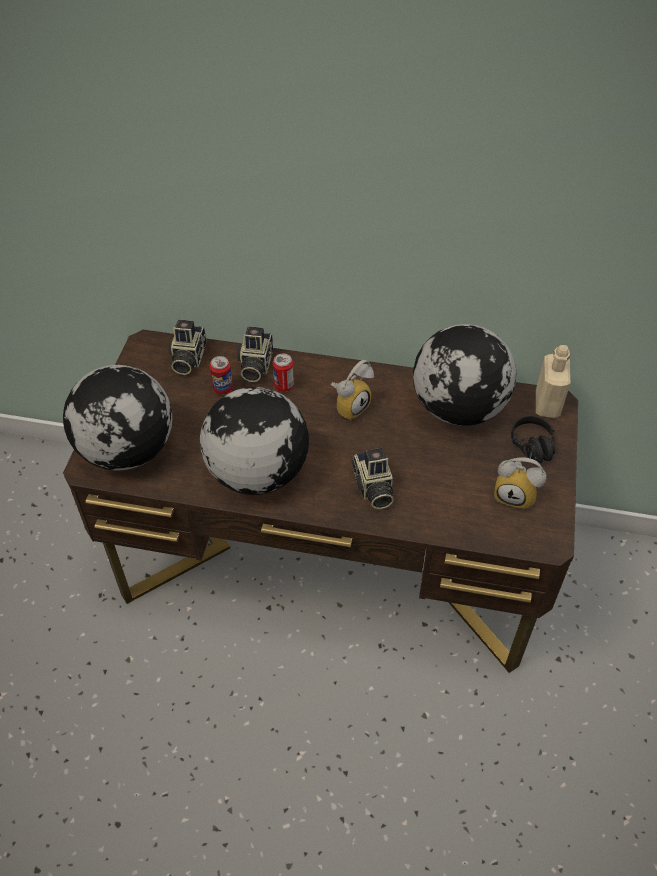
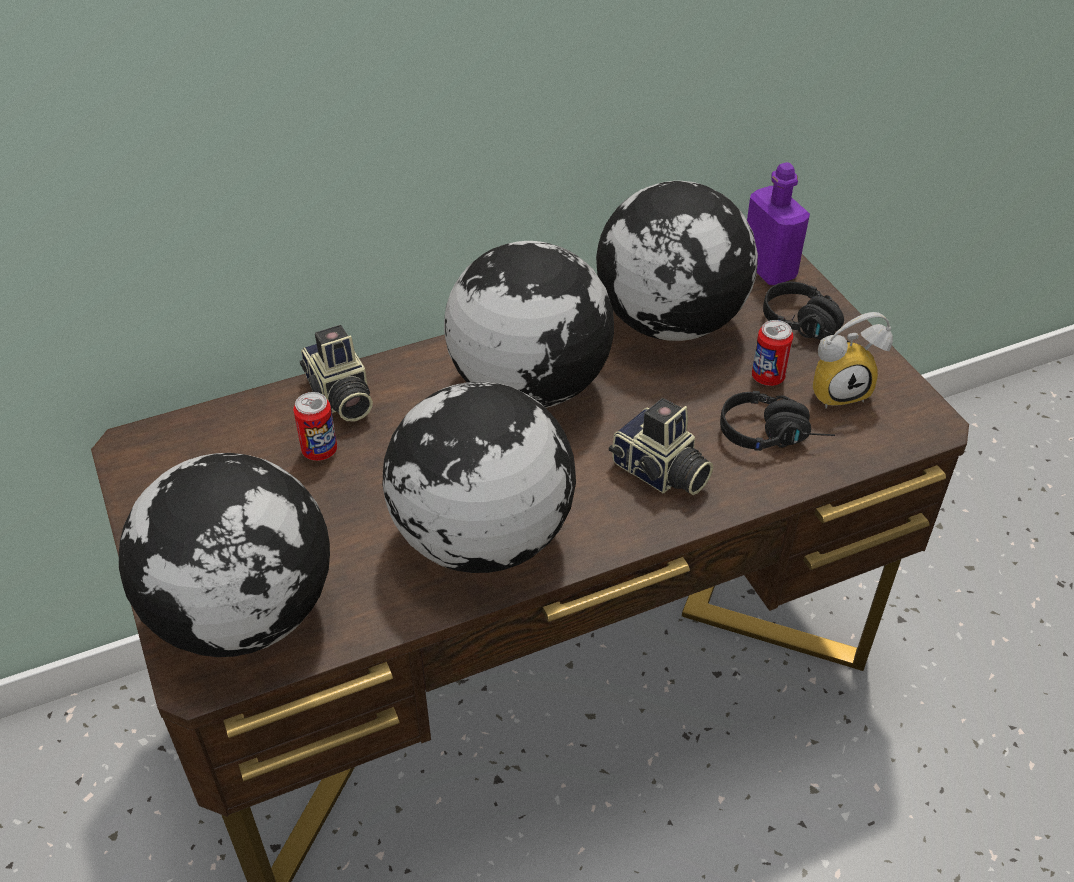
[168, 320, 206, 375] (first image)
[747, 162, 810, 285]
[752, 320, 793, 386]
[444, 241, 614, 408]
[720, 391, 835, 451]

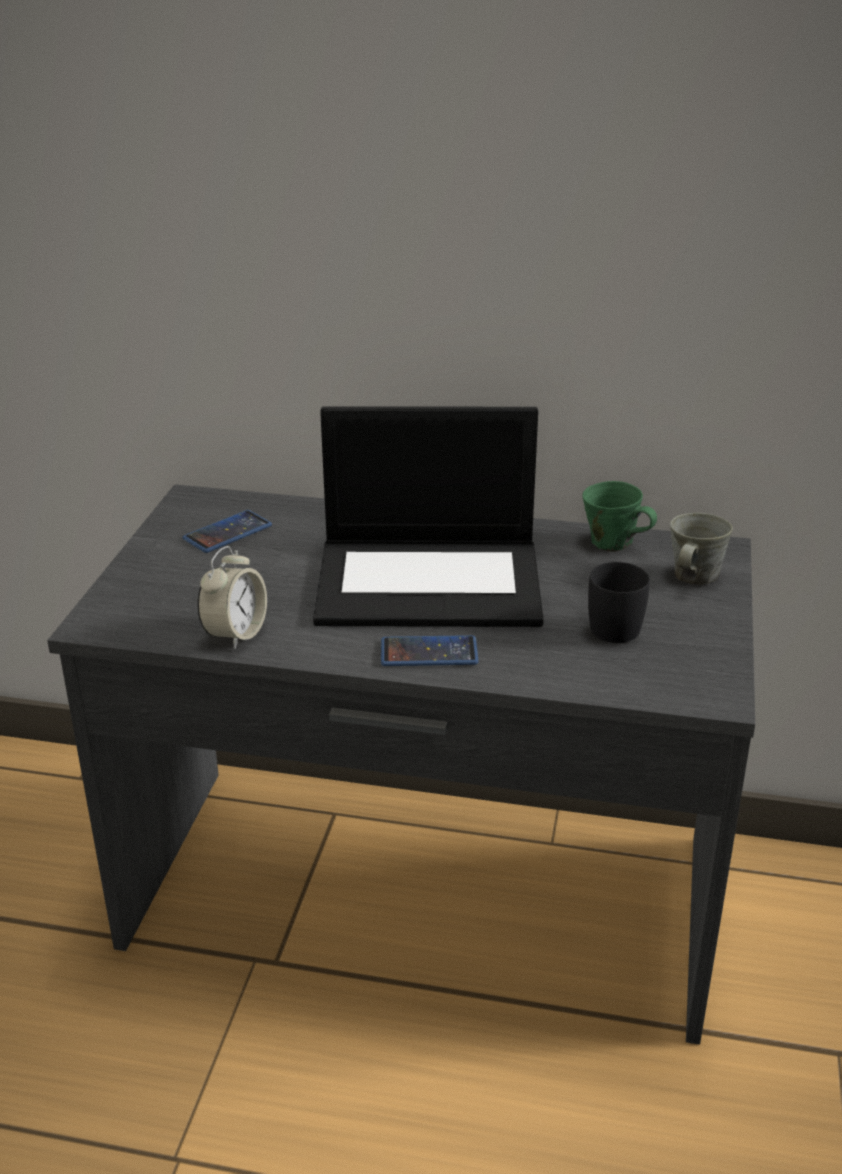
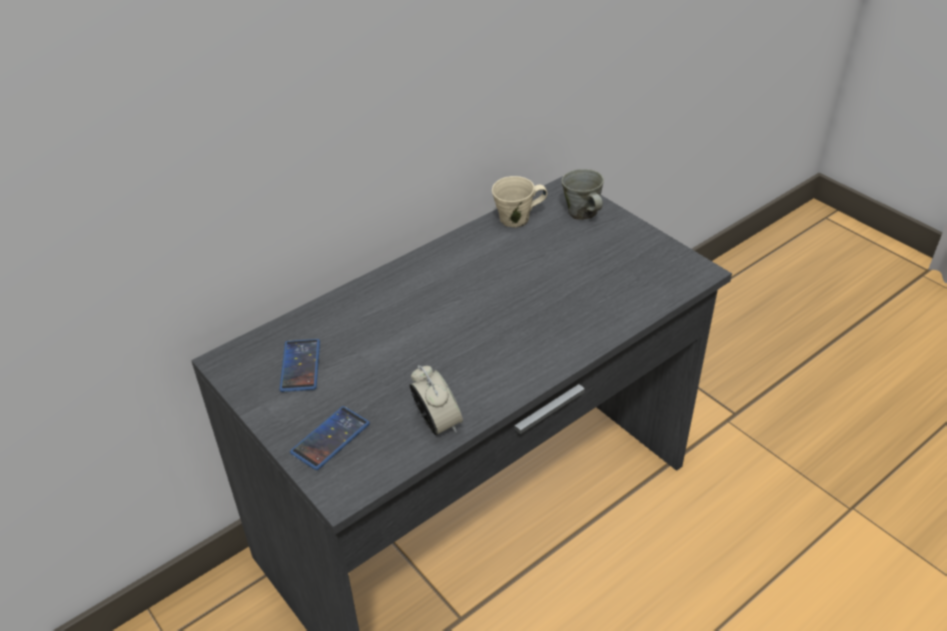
[313, 406, 544, 627] (first image)
[492, 176, 547, 228]
[588, 562, 650, 643] (first image)
[290, 406, 370, 470]

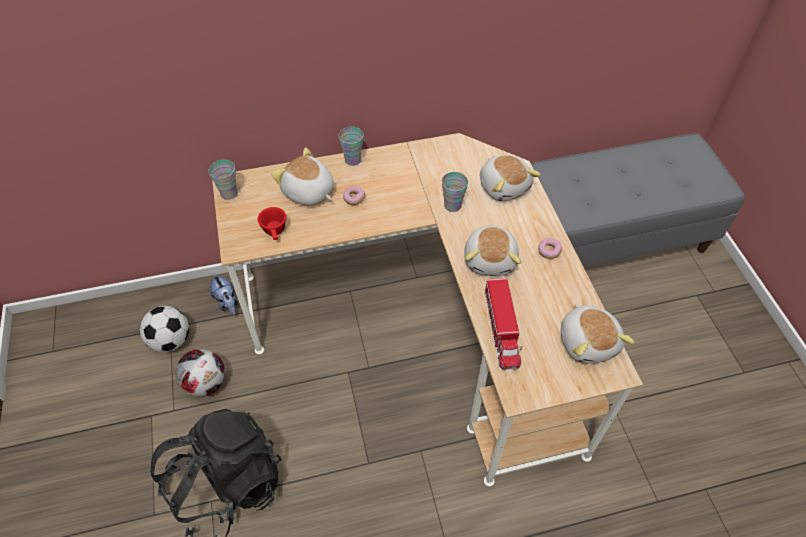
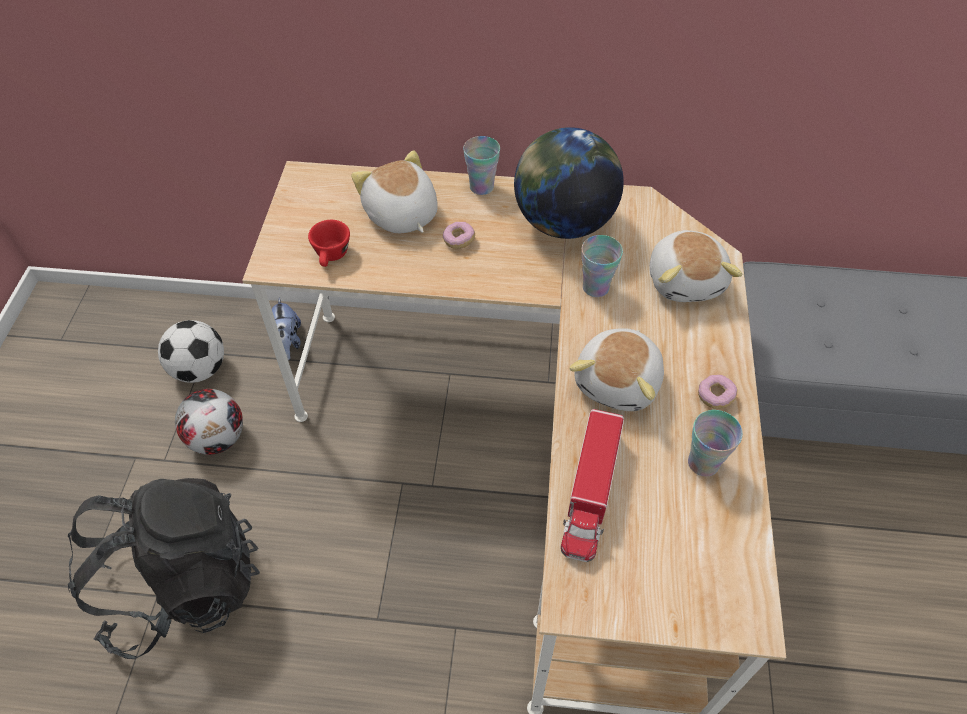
[688, 410, 743, 477]
[561, 304, 635, 364] (first image)
[514, 127, 624, 239]

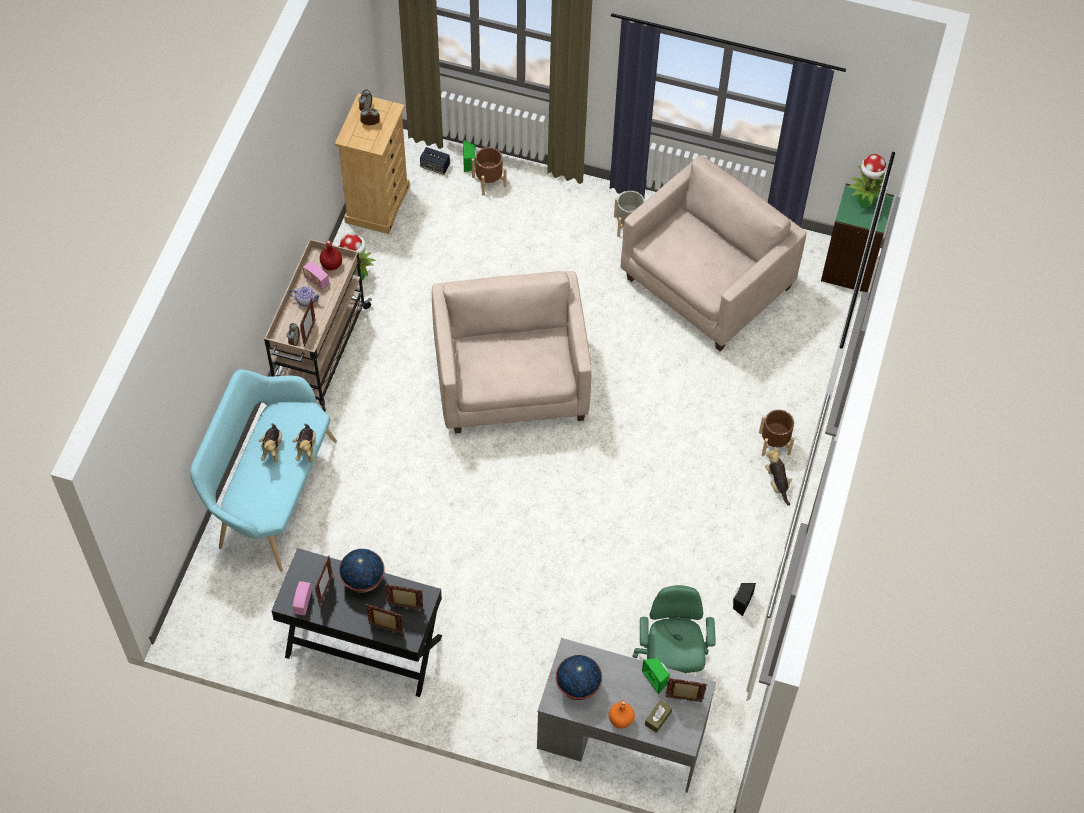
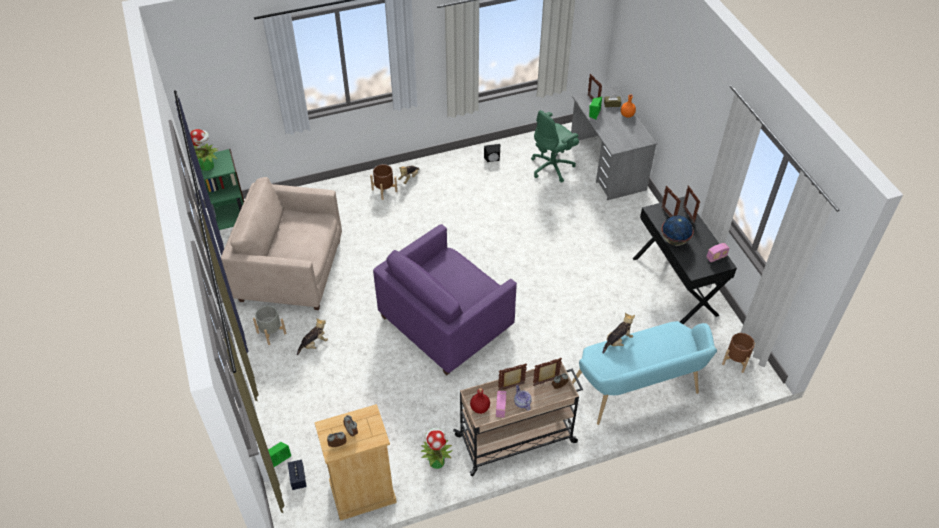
[722, 333, 755, 373]
[373, 224, 517, 375]
[297, 318, 328, 355]
[498, 363, 527, 391]
[556, 655, 602, 700] (first image)

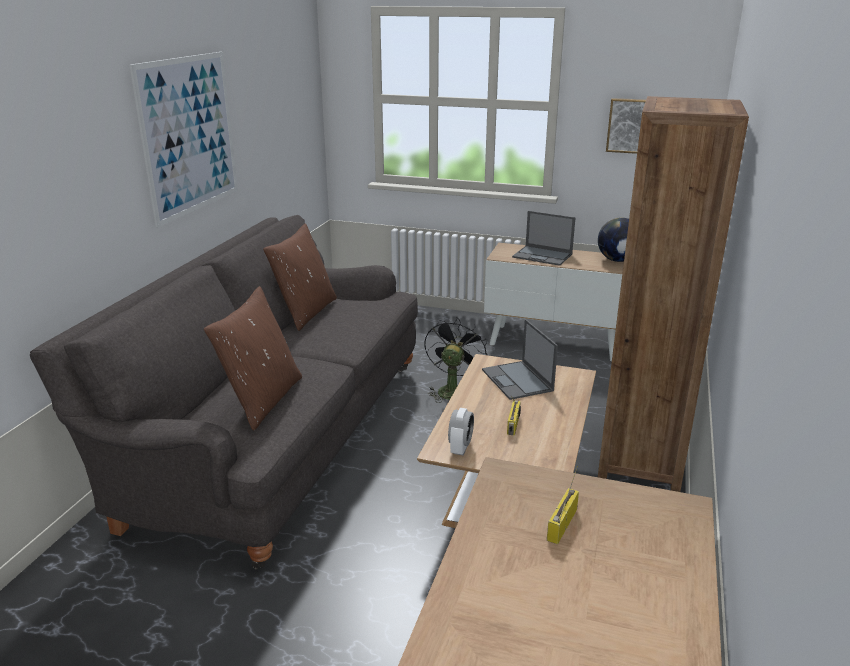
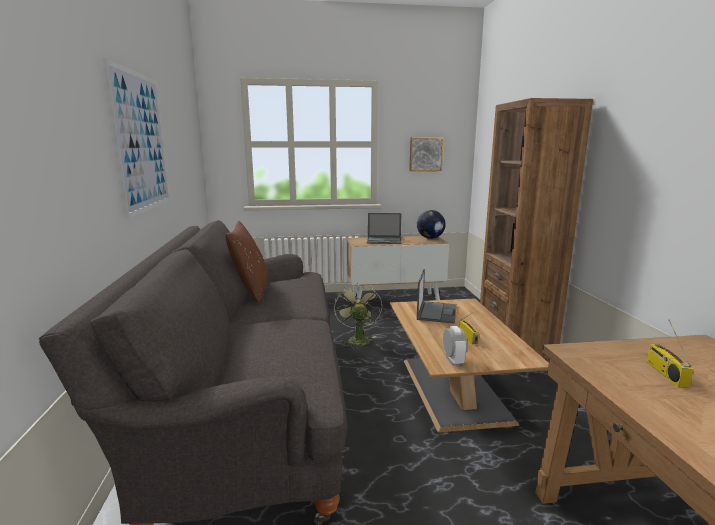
[204, 286, 302, 431] (first image)
[334, 283, 382, 349]
[417, 269, 457, 324]

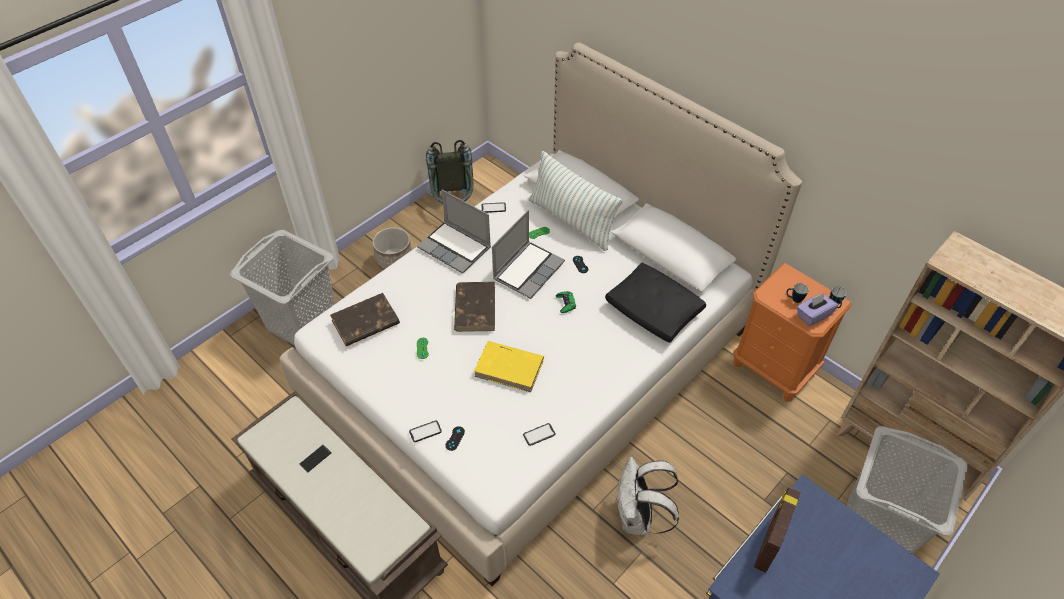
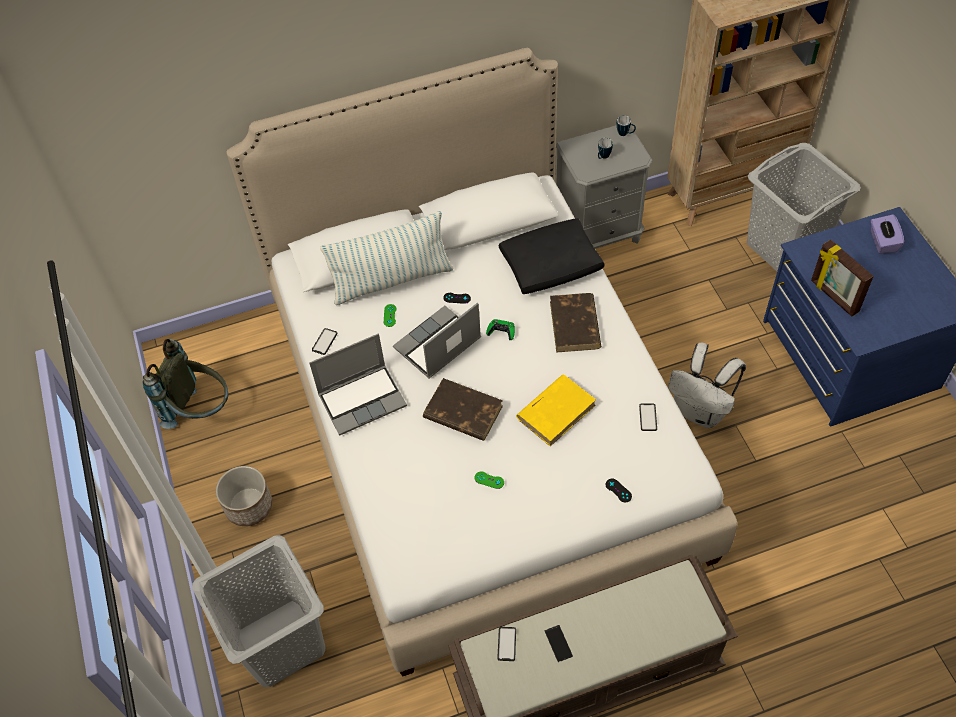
[393, 303, 481, 378]
[556, 125, 653, 249]
[550, 293, 601, 352]
[871, 214, 904, 254]
[497, 627, 516, 661]

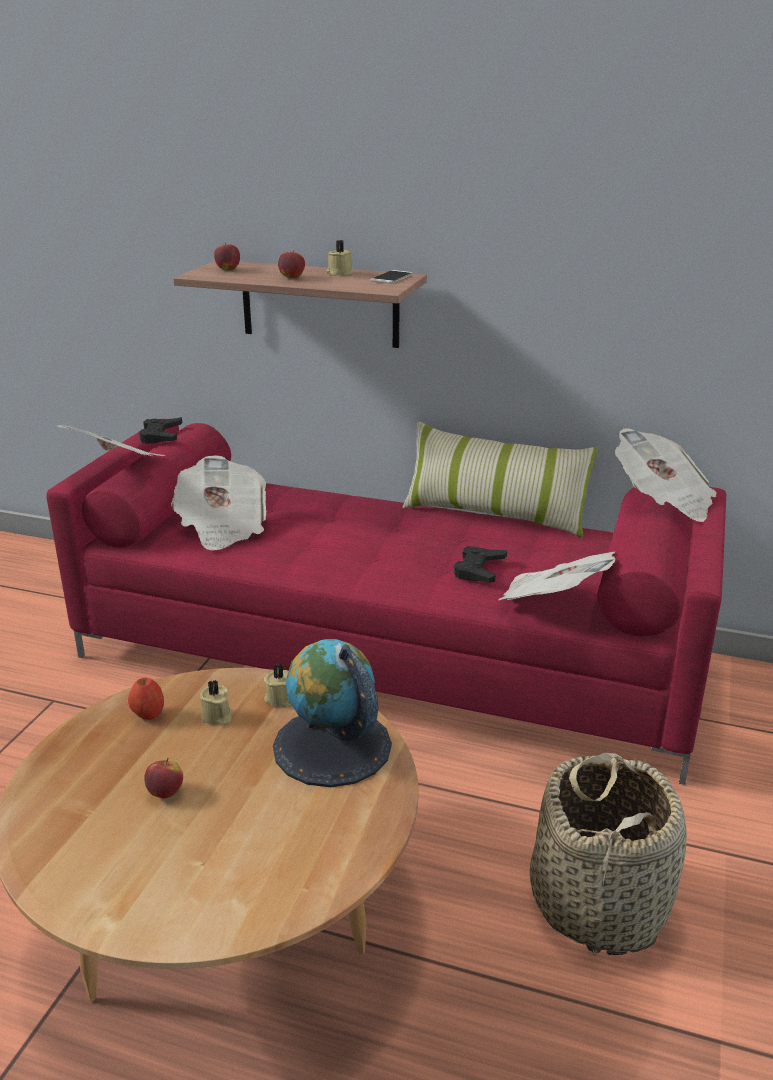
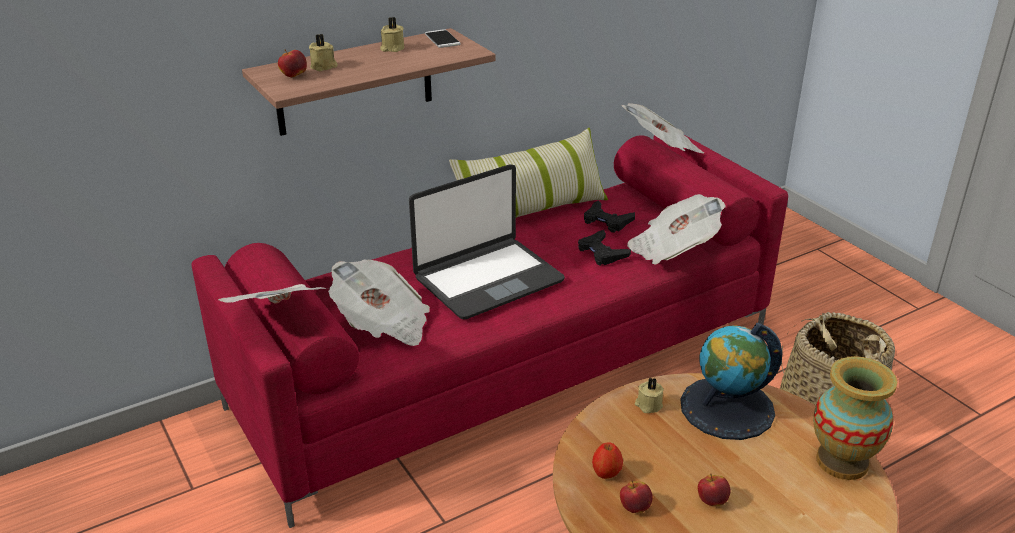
[620, 481, 653, 513]
[584, 201, 635, 233]
[309, 34, 338, 71]
[409, 165, 565, 319]
[813, 356, 897, 480]

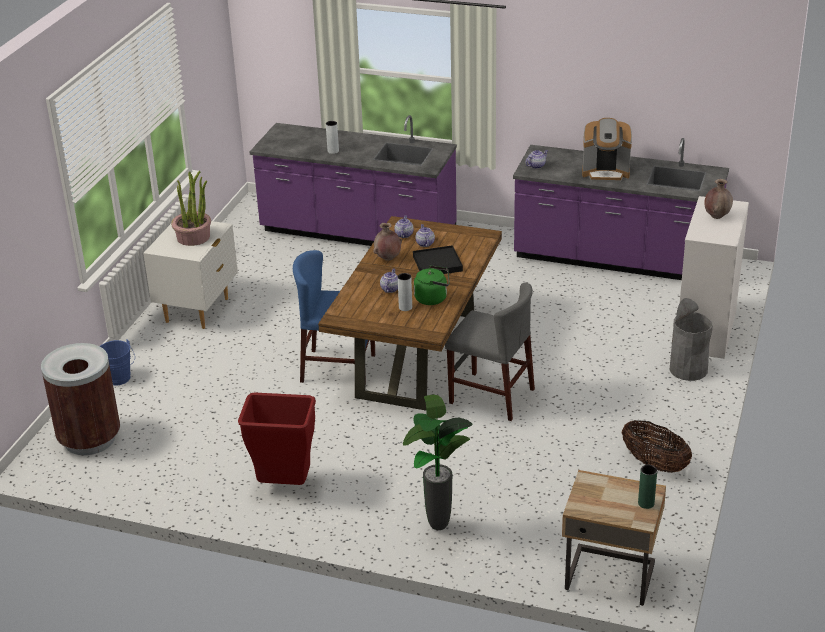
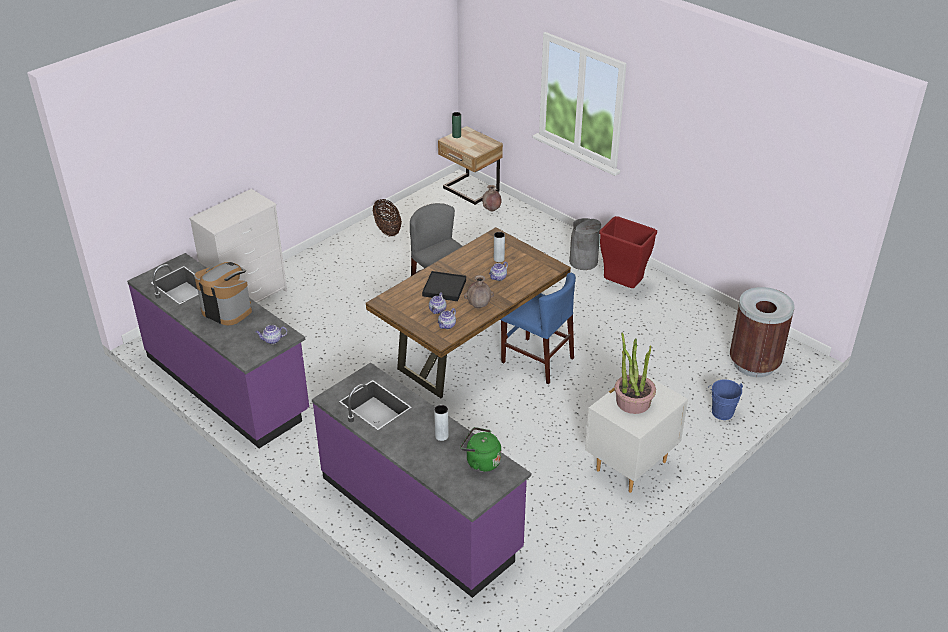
[482, 185, 501, 211]
[460, 427, 501, 472]
[569, 218, 601, 270]
[403, 395, 472, 530] (first image)

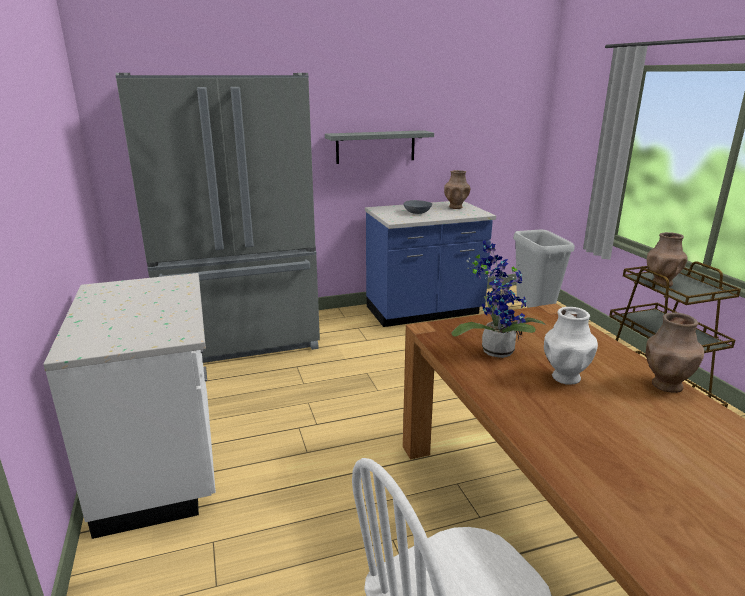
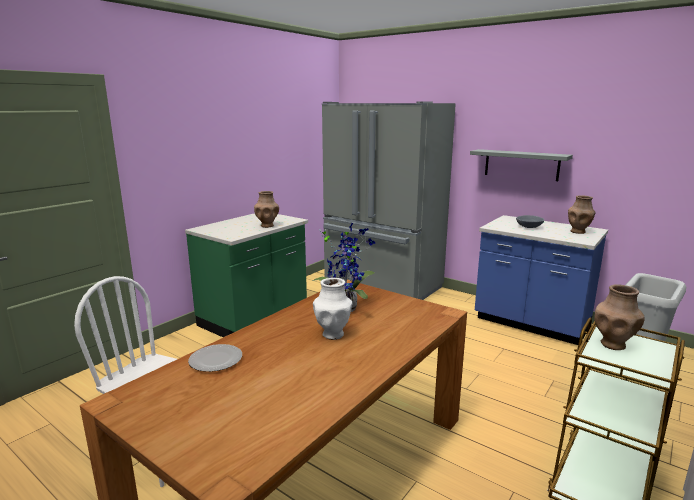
[185, 213, 308, 337]
[254, 191, 279, 228]
[188, 344, 242, 372]

